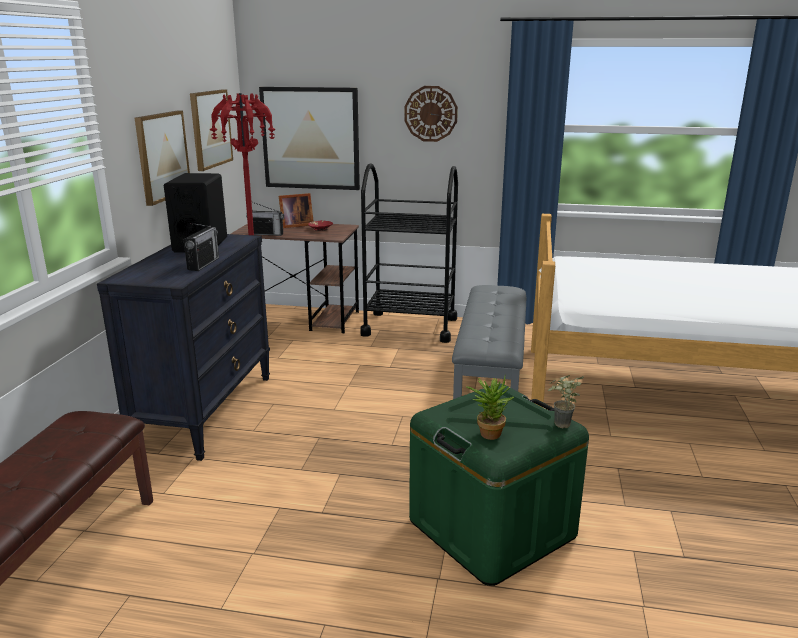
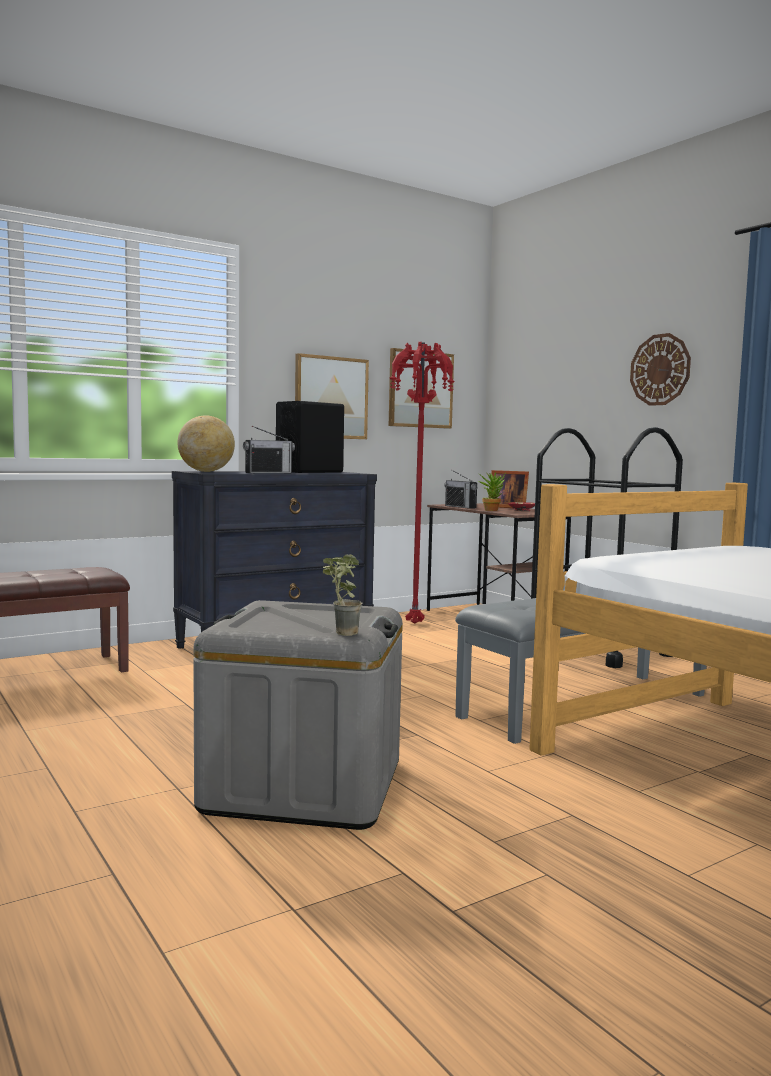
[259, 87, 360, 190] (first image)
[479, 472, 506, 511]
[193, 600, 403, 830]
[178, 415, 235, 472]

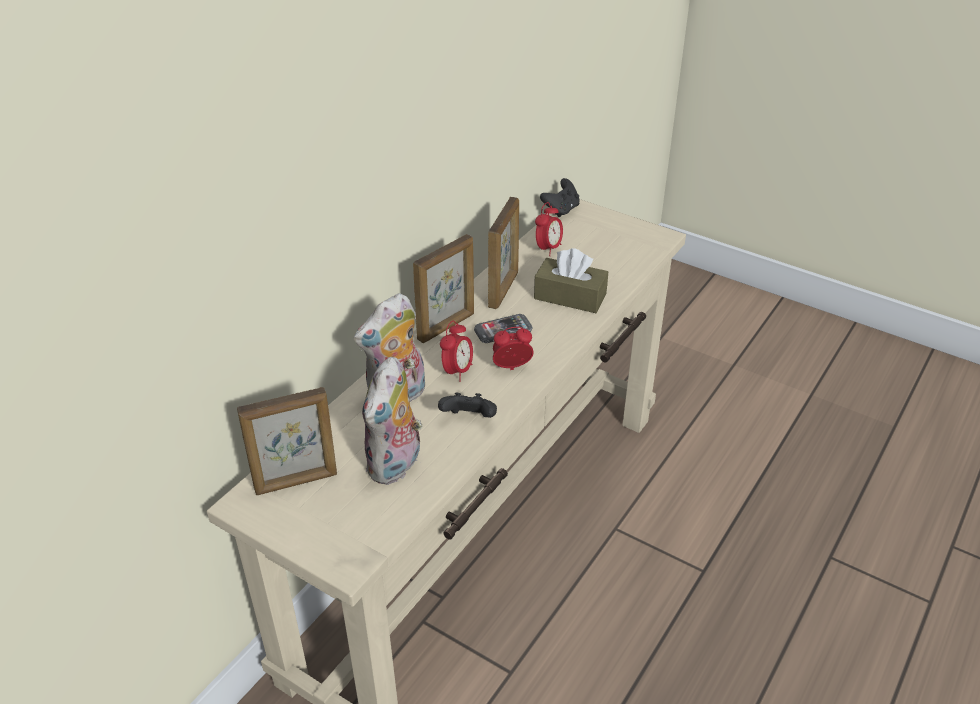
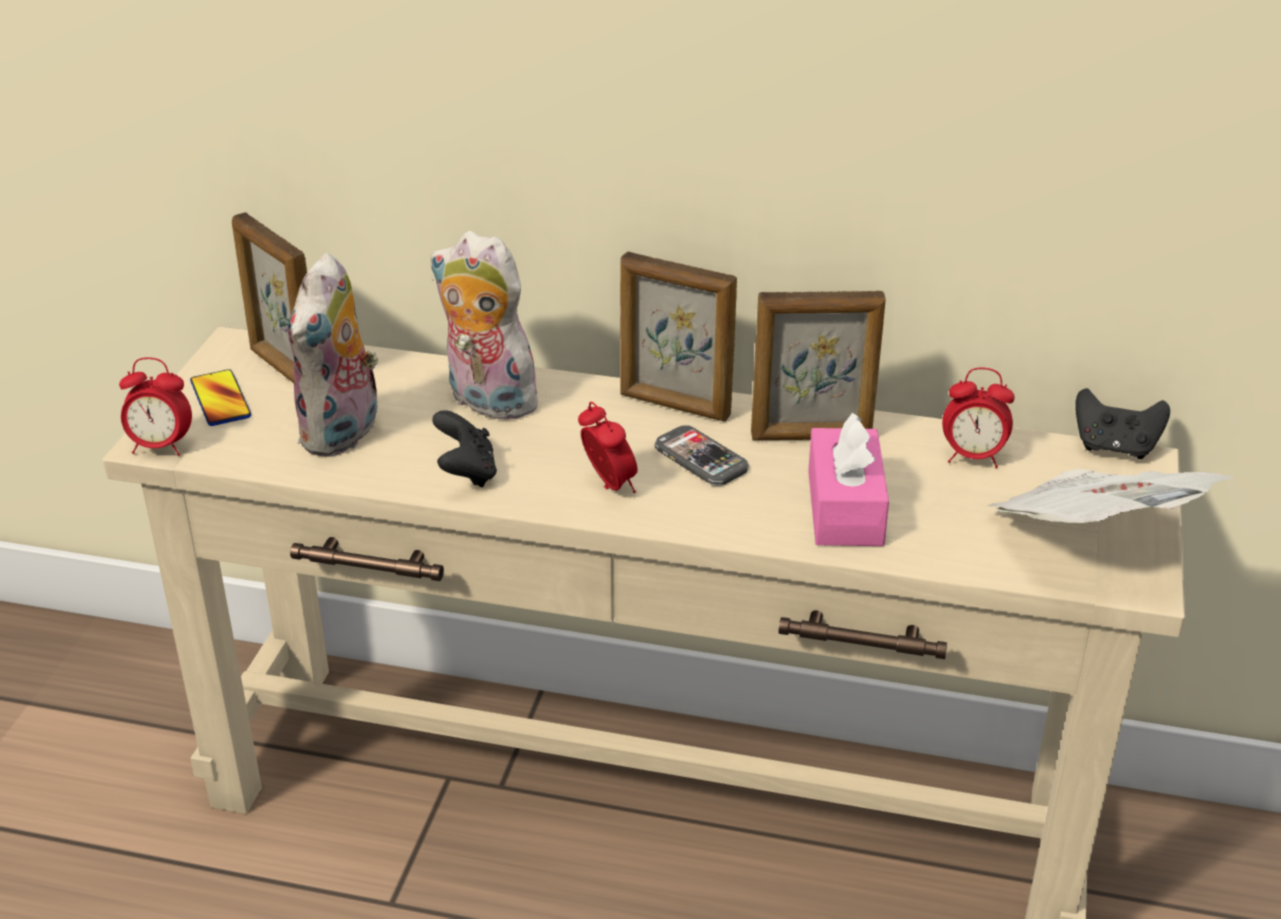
[808, 413, 889, 546]
[119, 357, 192, 456]
[288, 253, 380, 457]
[190, 369, 251, 426]
[987, 469, 1233, 523]

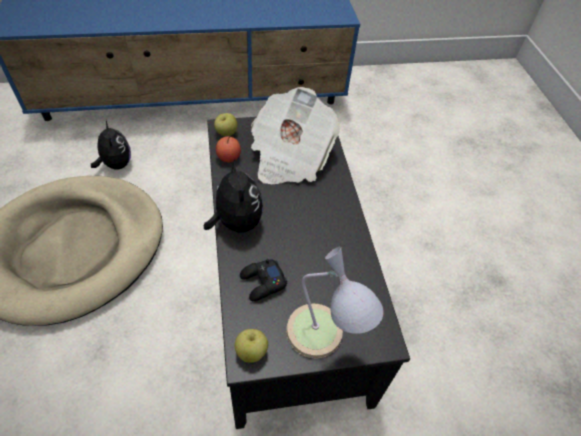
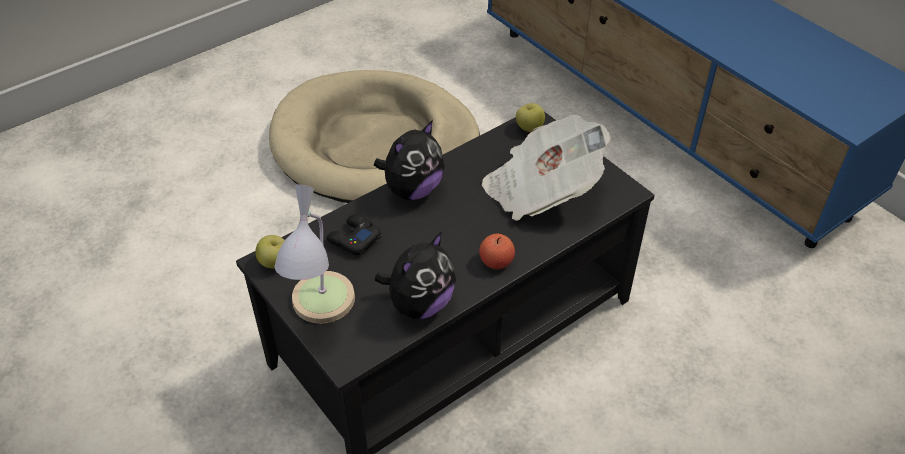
[375, 231, 456, 319]
[479, 234, 515, 269]

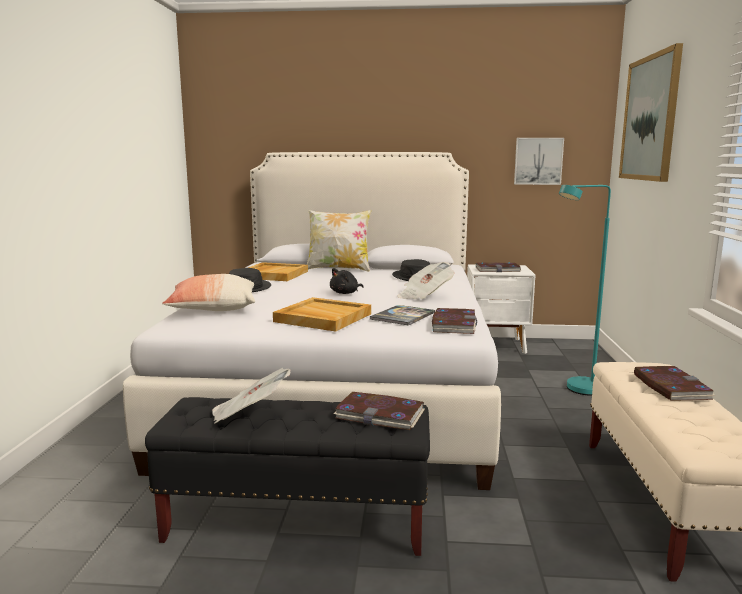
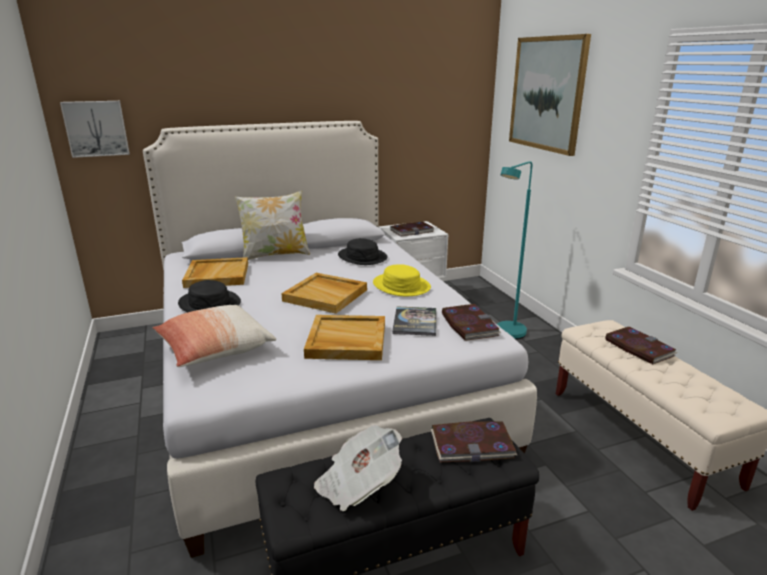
[60, 101, 130, 158]
[373, 264, 431, 296]
[281, 273, 367, 314]

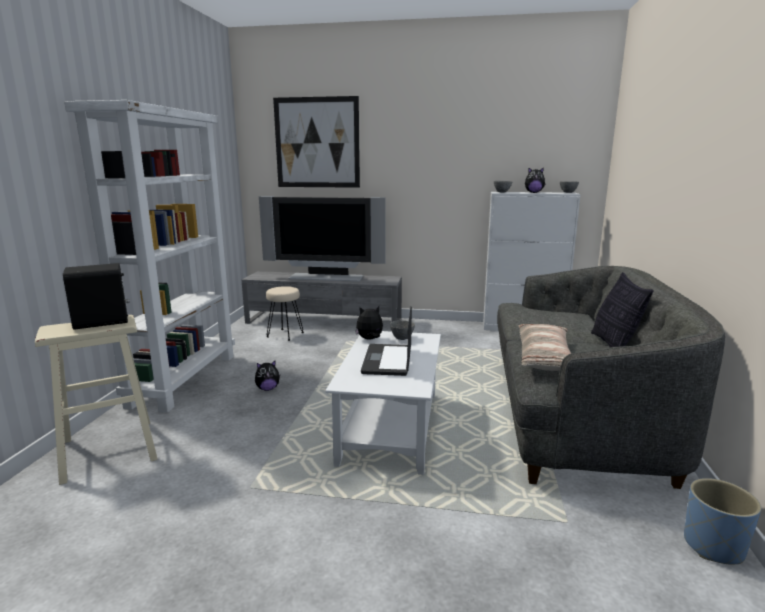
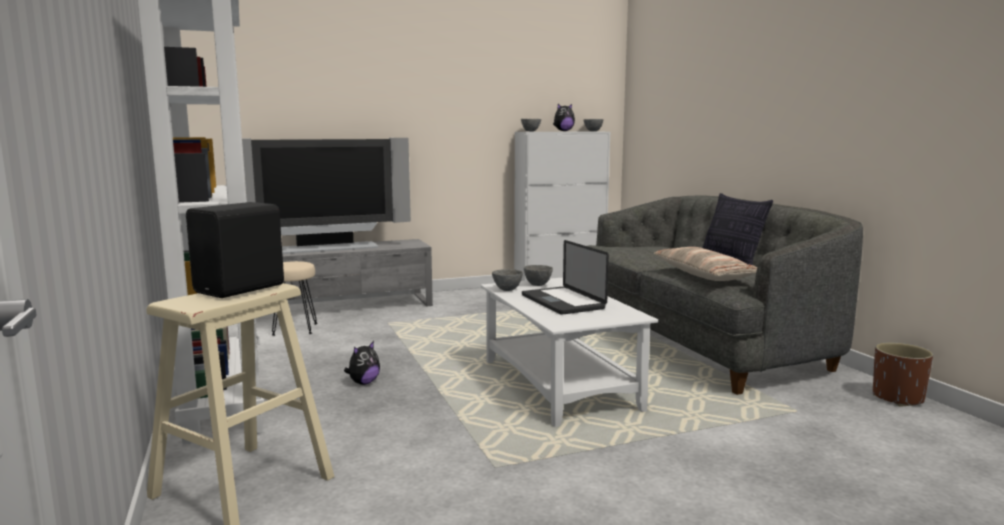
[273, 96, 360, 188] (first image)
[492, 269, 523, 291]
[873, 343, 933, 407]

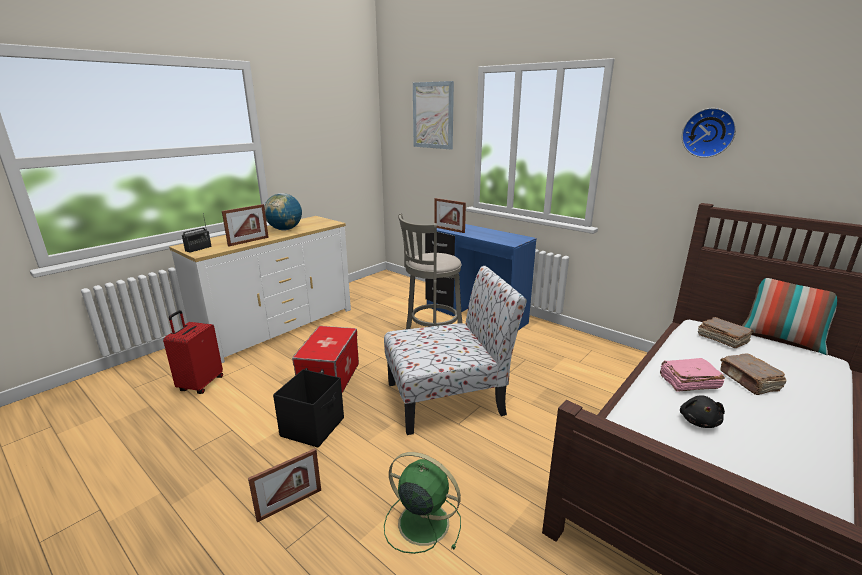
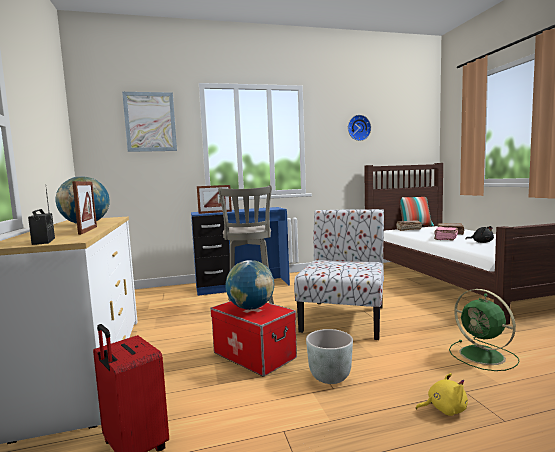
[306, 329, 353, 384]
[416, 373, 468, 416]
[449, 289, 520, 371]
[225, 260, 274, 310]

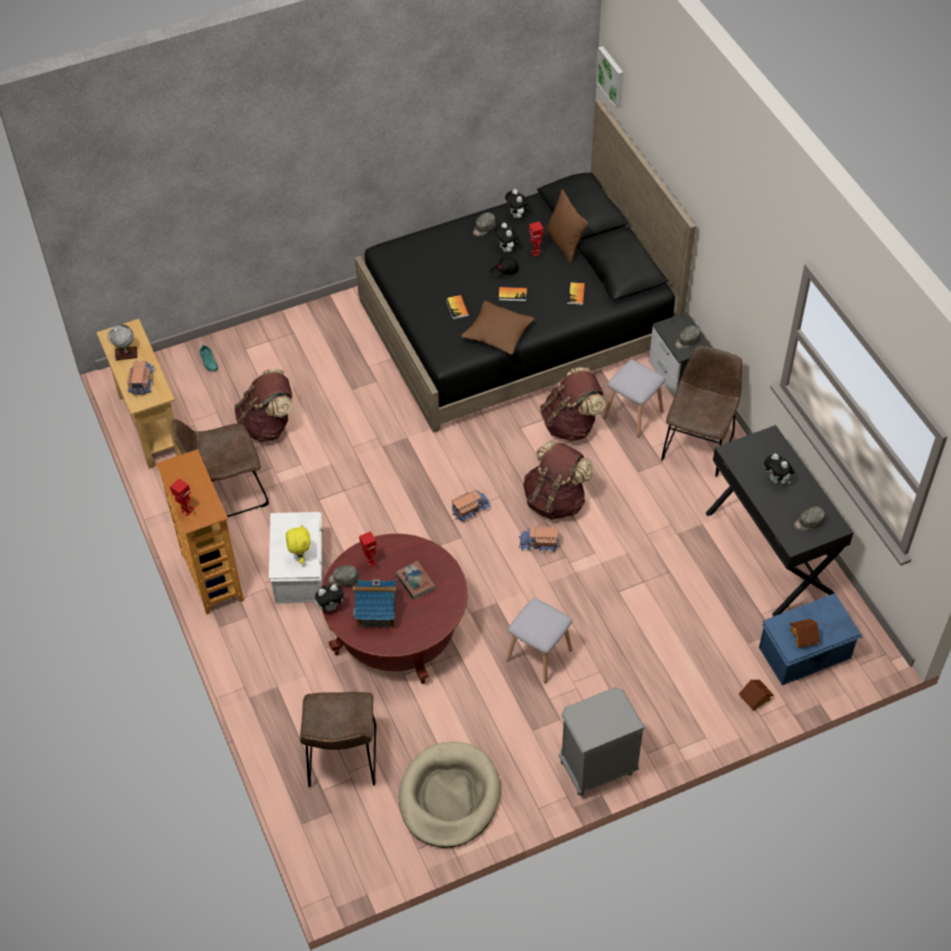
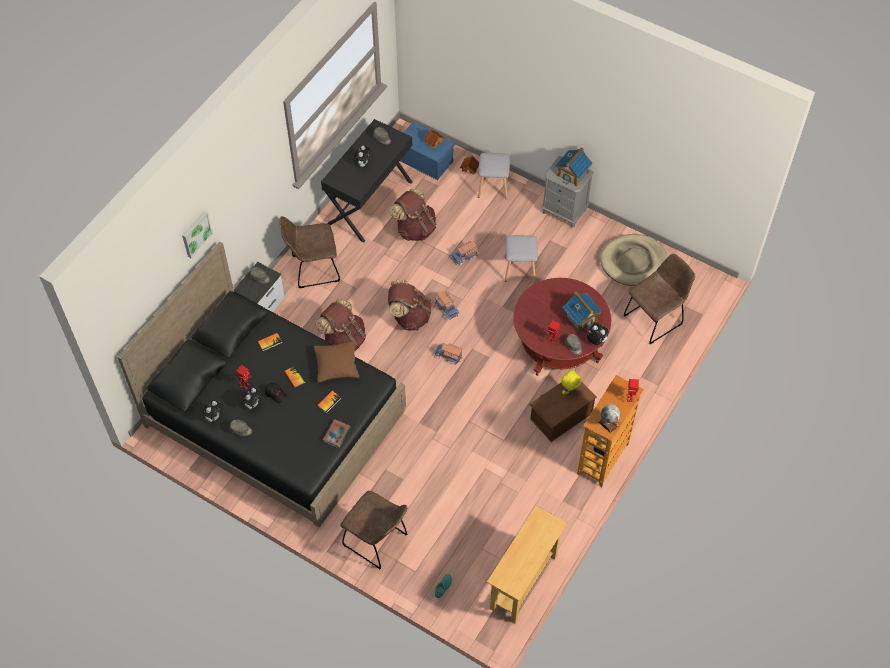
[182, 211, 213, 259]
[546, 190, 588, 264] (first image)
[598, 404, 620, 433]
[478, 153, 510, 199]
[451, 241, 478, 265]
[390, 189, 437, 241]
[340, 491, 408, 569]
[529, 381, 597, 442]
[323, 419, 351, 448]
[555, 147, 593, 186]

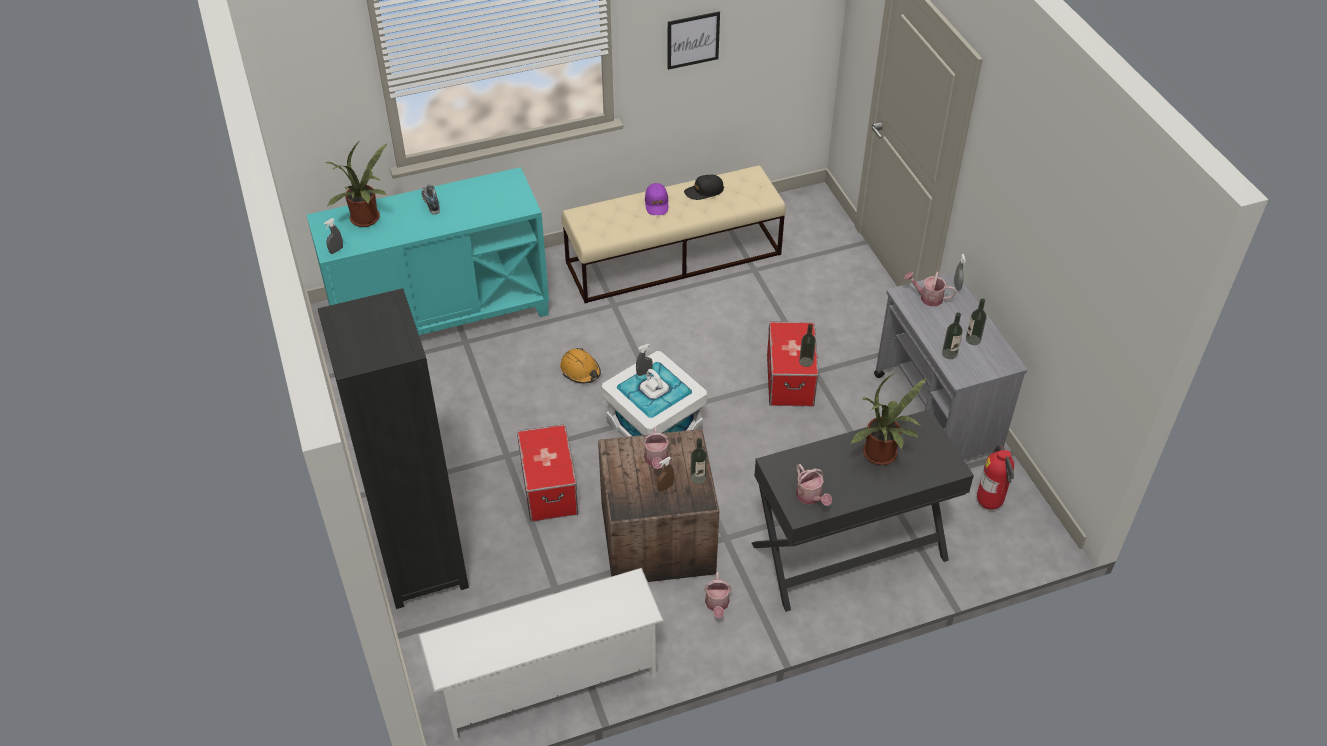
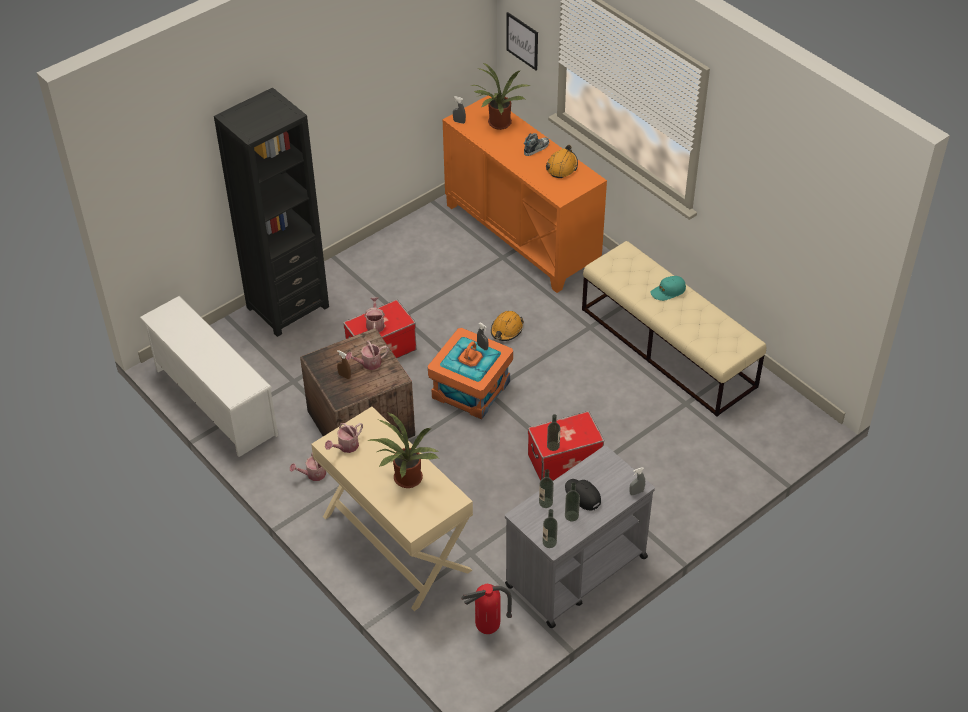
[506, 12, 538, 70]
[443, 96, 607, 293]
[565, 479, 601, 510]
[650, 276, 686, 301]
[364, 297, 385, 332]
[428, 328, 513, 419]
[311, 407, 473, 611]
[543, 509, 558, 548]
[546, 145, 578, 178]

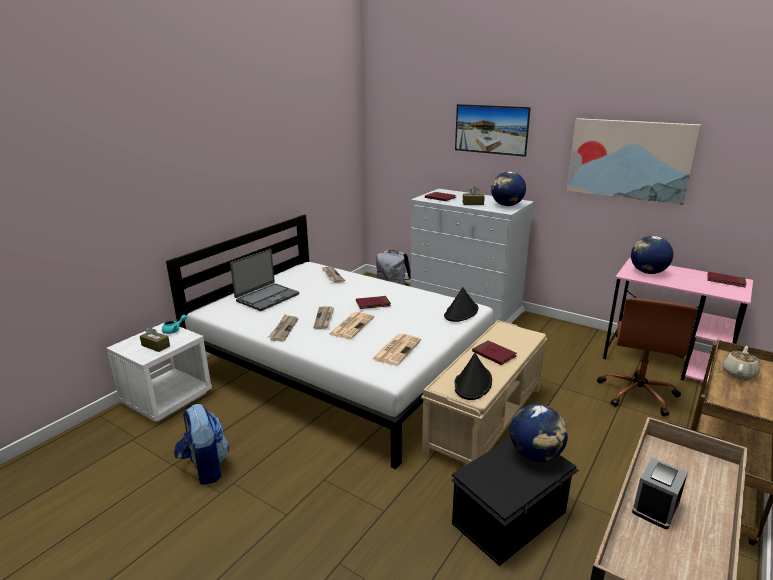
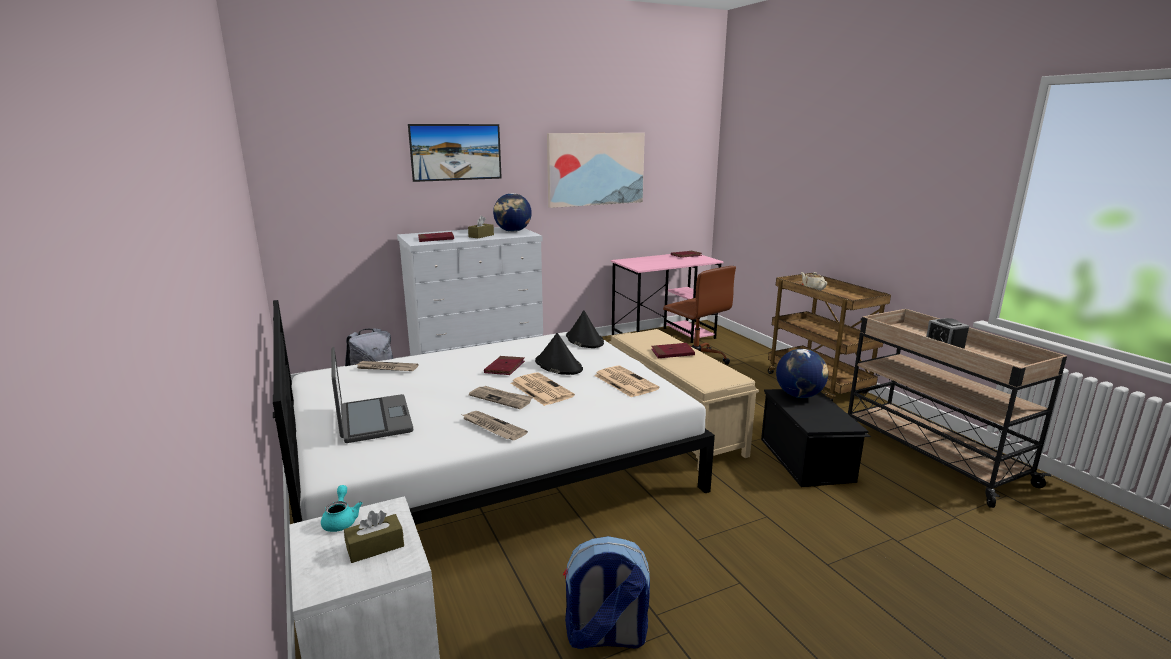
[631, 236, 673, 274] (first image)
[535, 333, 583, 375]

